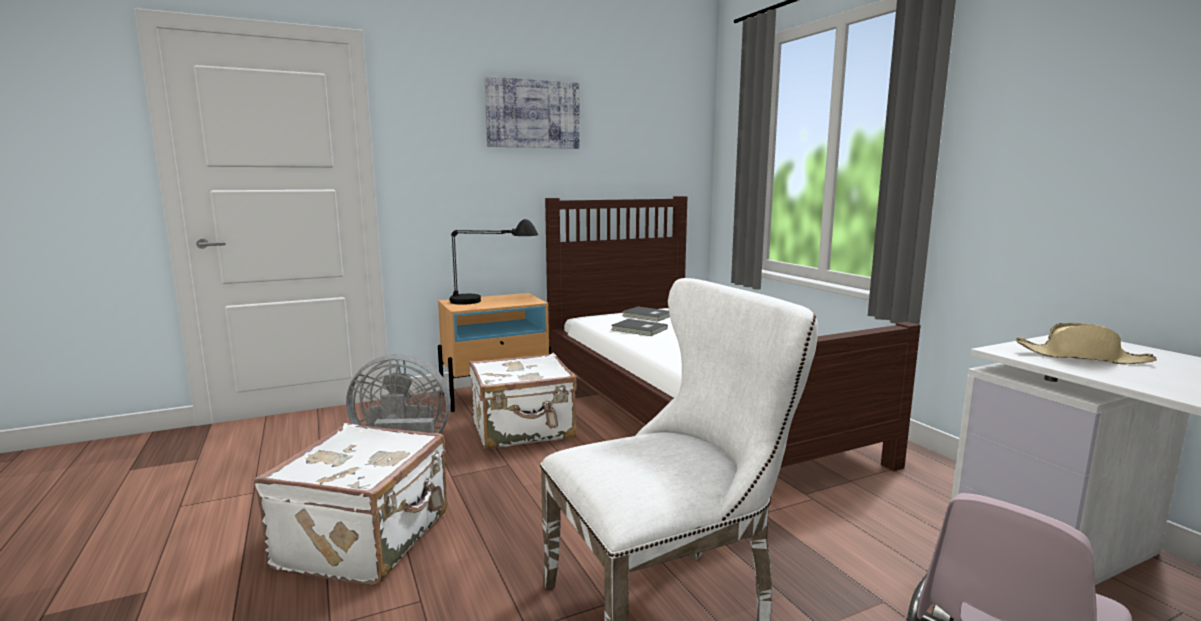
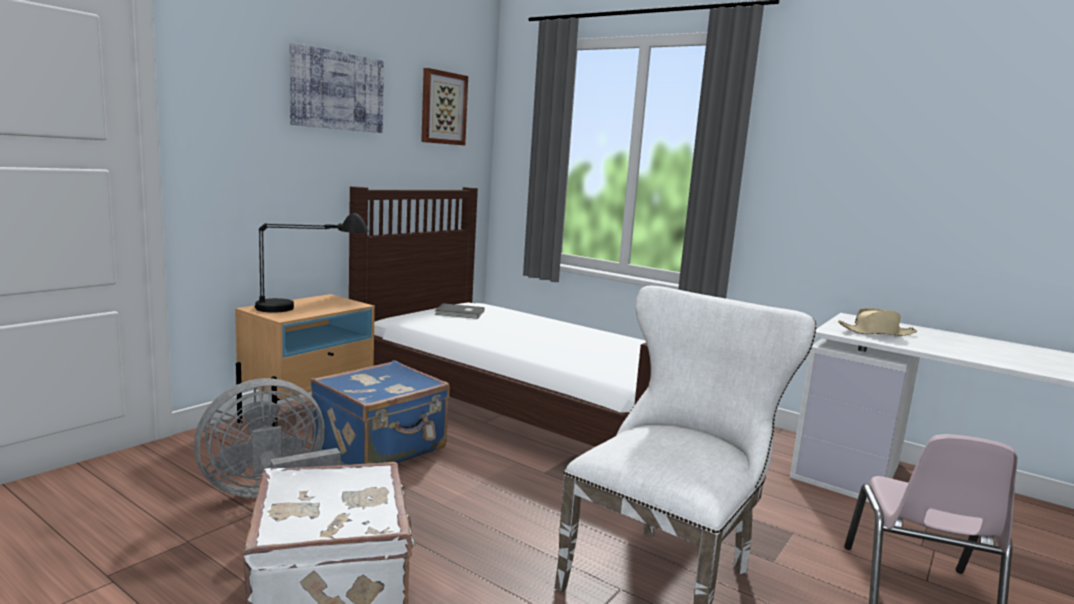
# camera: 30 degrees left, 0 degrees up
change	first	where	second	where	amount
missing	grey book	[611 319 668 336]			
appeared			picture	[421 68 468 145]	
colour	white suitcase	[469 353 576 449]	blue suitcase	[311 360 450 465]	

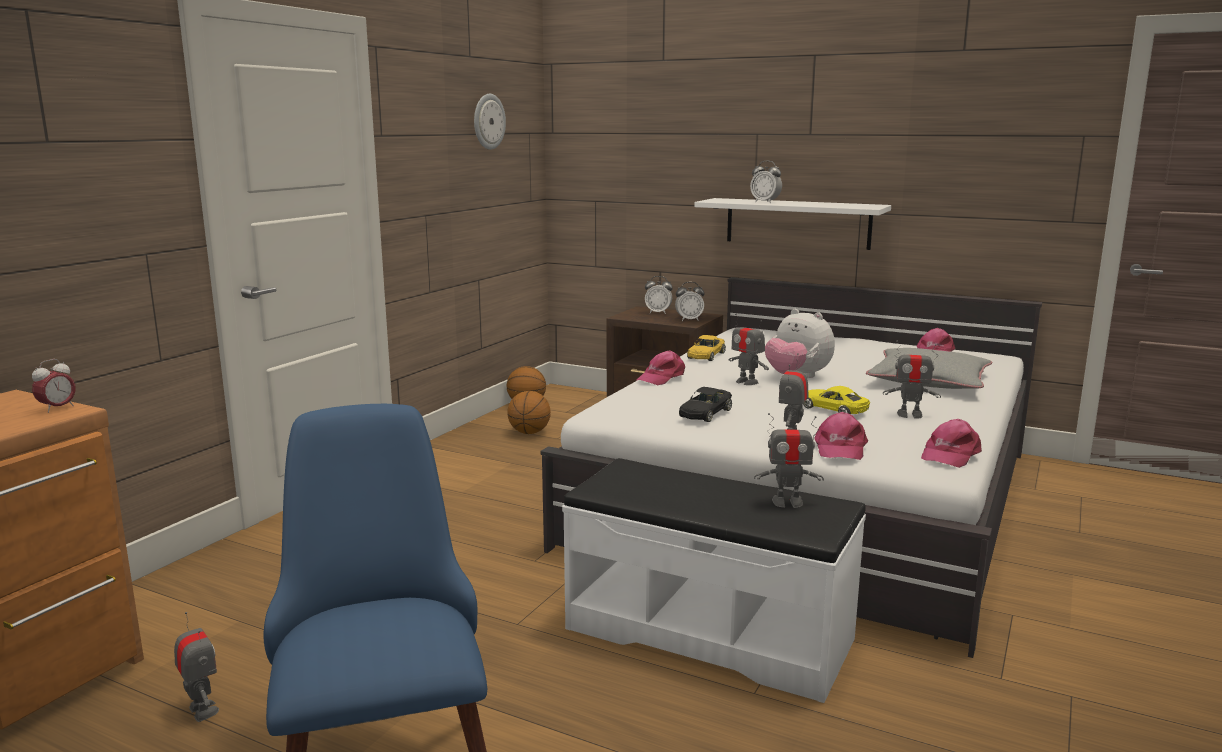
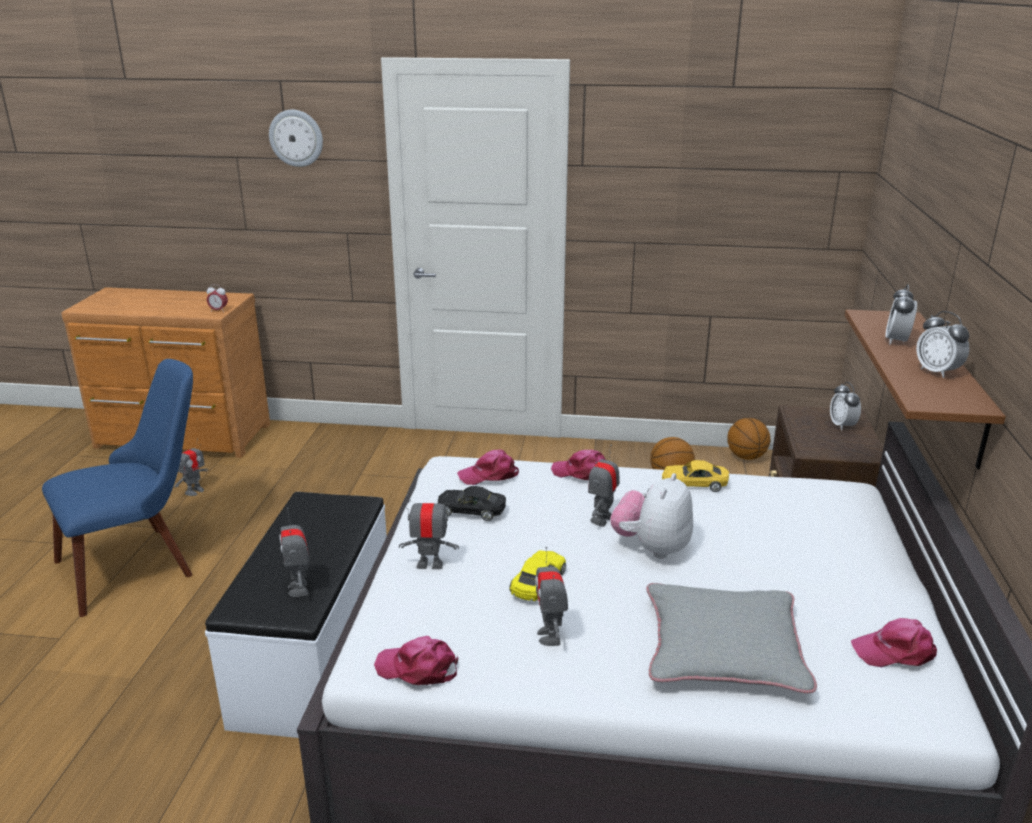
# camera: 70 degrees right, 10 degrees up
change	first	where	second	where	amount
relocated	wall clock	[474 94 506 150]		[269 110 323 167]	
relocated	alarm clock	[675 282 704 321]		[916 311 970 378]	
relocated	pink cap	[814 412 868 460]		[457 450 519 485]	
colour	white shelf	[694 198 891 250]	brown shelf	[845 309 1006 469]	

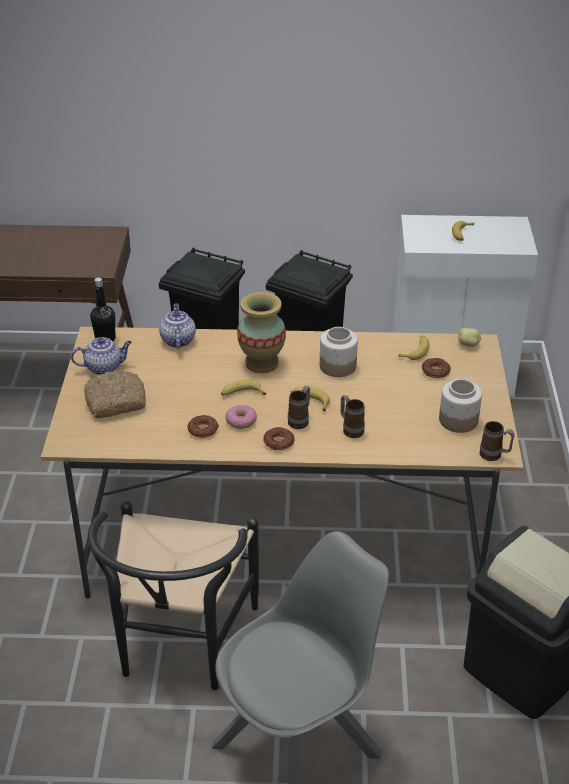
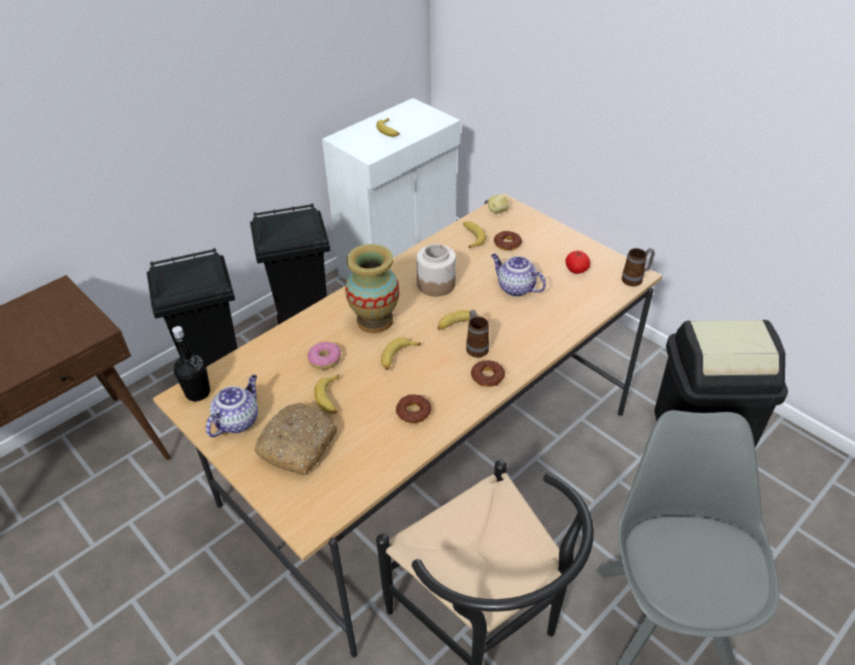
# camera: 45 degrees left, 5 degrees up
change	first	where	second	where	amount
missing	mug	[341 395 365 438]			
appeared			banana	[314 374 339 414]	
relocated	teapot	[159 303 196 348]		[491 254 546 297]	
relocated	donut	[225 405 257 429]		[307 342 341 369]	
exchanged	jar	[439 379 482 433]	tomato	[566 250 590 274]	

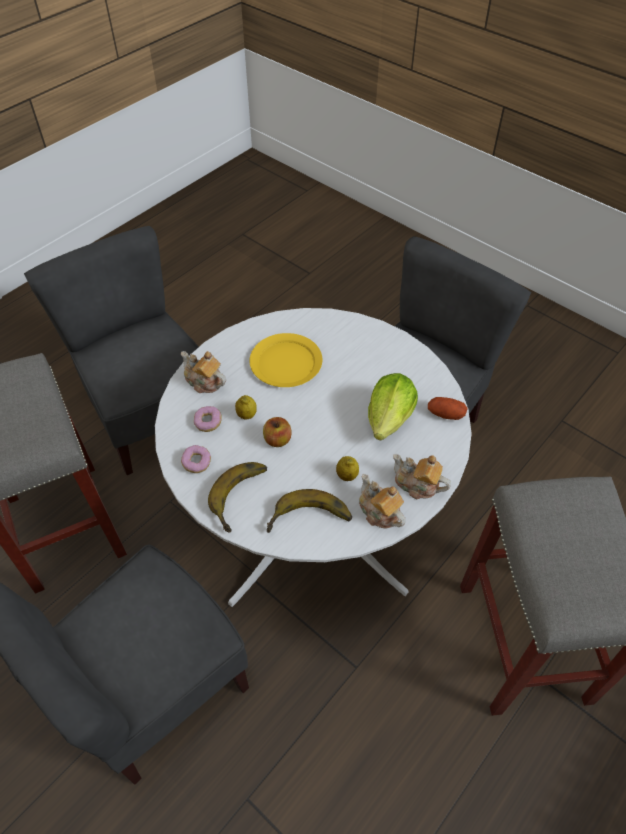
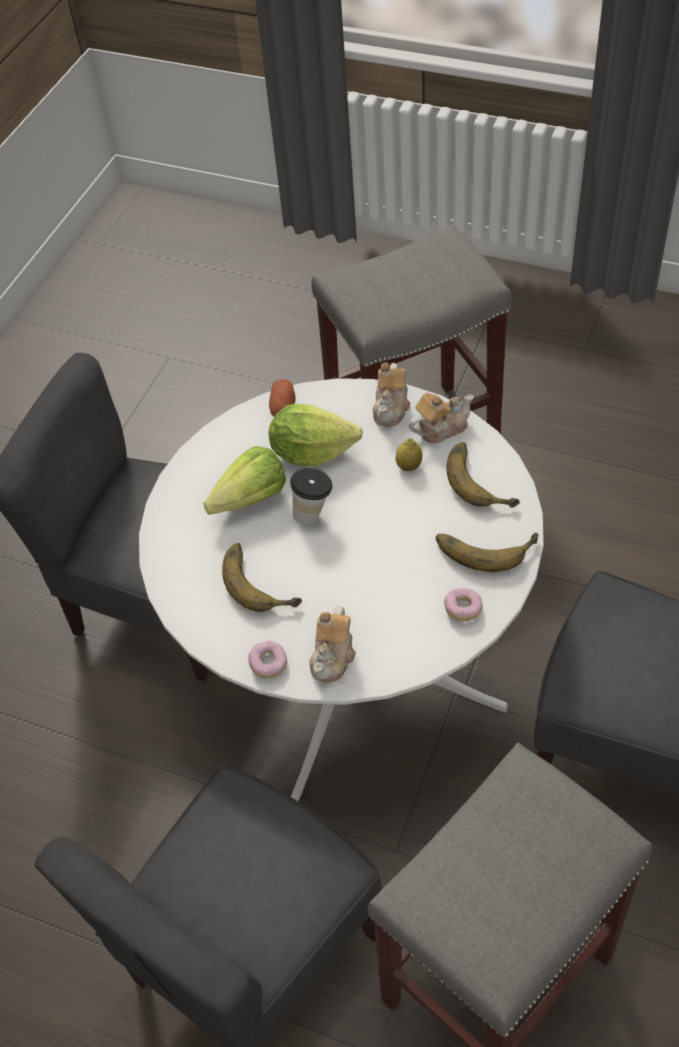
# camera: 105 degrees left, 0 degrees up
change	first	where	second	where	amount
missing	lemon	[235 395 257 420]			
missing	apple	[263 417 292 447]			
appeared			lettuce	[204 446 286 515]	
appeared			cup	[290 468 333 525]	
relocated	donut	[194 406 222 432]		[248 641 287 678]	
exchanged	yellow plate	[249 333 323 387]	banana	[222 543 302 612]	
spun	teapot	[359 474 406 529]		[409 393 474 443]	150 degrees counterclockwise

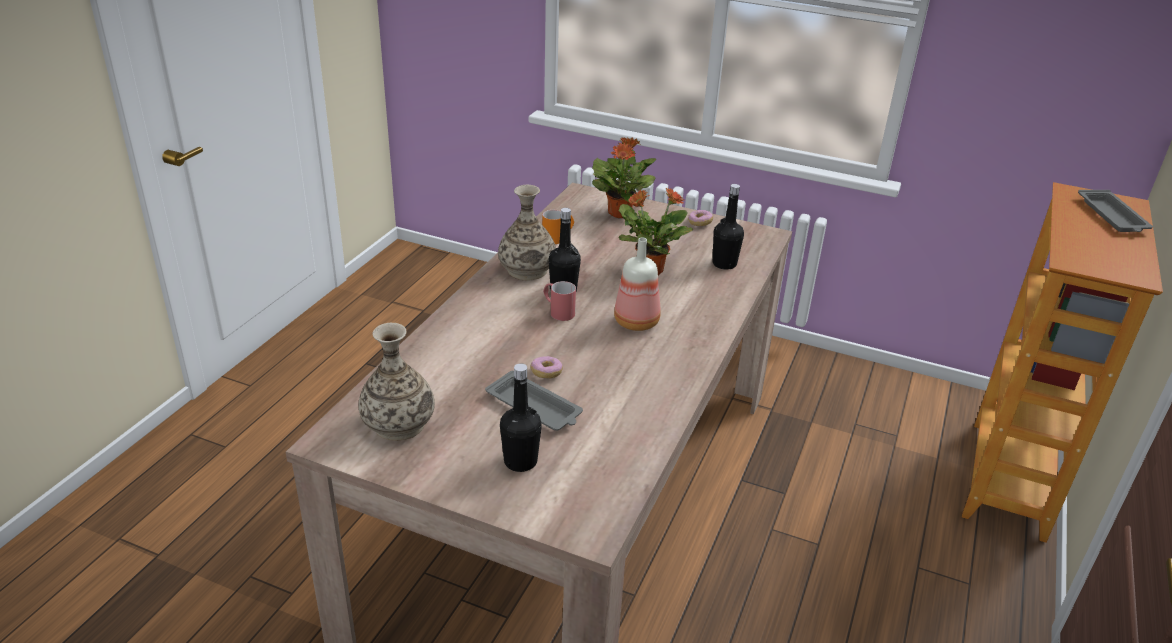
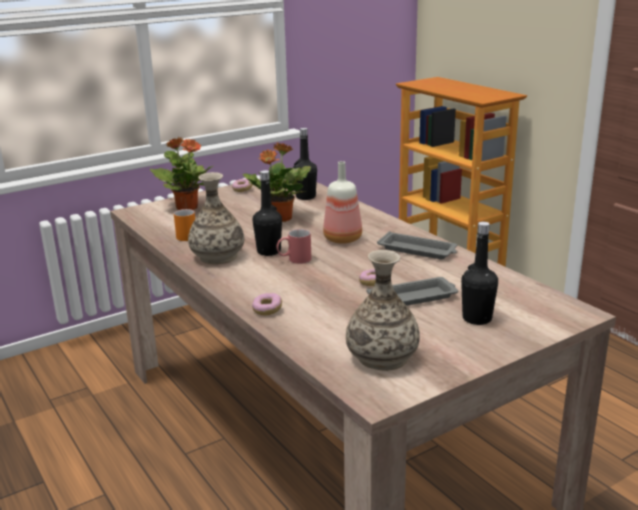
# camera: 55 degrees left, 10 degrees down
change	first	where	second	where	amount
appeared			donut	[252 293 282 316]	
relocated	grey tray	[1078 190 1153 232]		[377 231 457 259]	

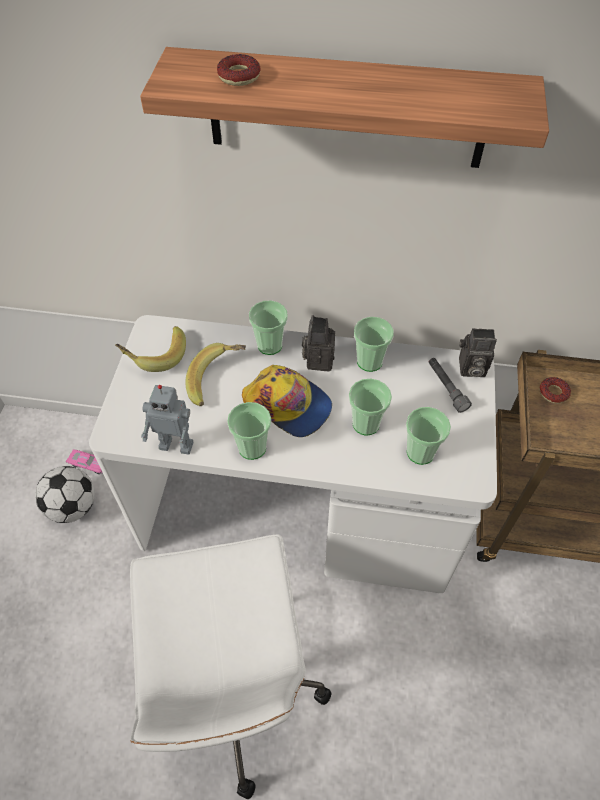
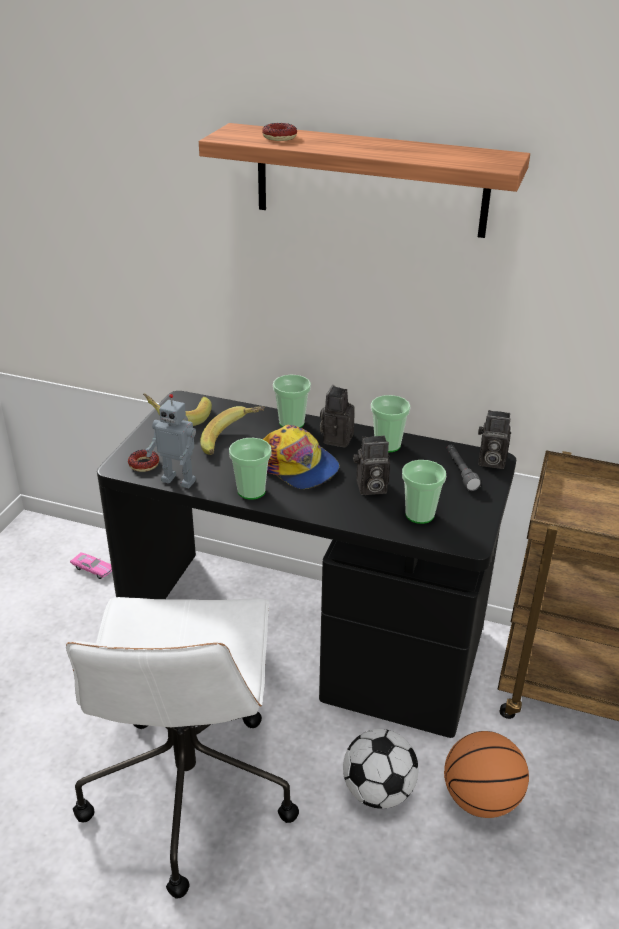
# camera: 10 degrees right, 20 degrees down
change	first	where	second	where	amount
appeared			basketball	[444 731 529 818]	
relocated	football	[35 466 95 523]		[343 729 418 809]	
relocated	donut	[539 377 571 404]		[128 450 159 472]	
exchanged	cup	[349 378 392 436]	photo camera	[353 436 390 495]	
colour	white desk	[89 315 497 593]	black desk	[97 391 516 738]	

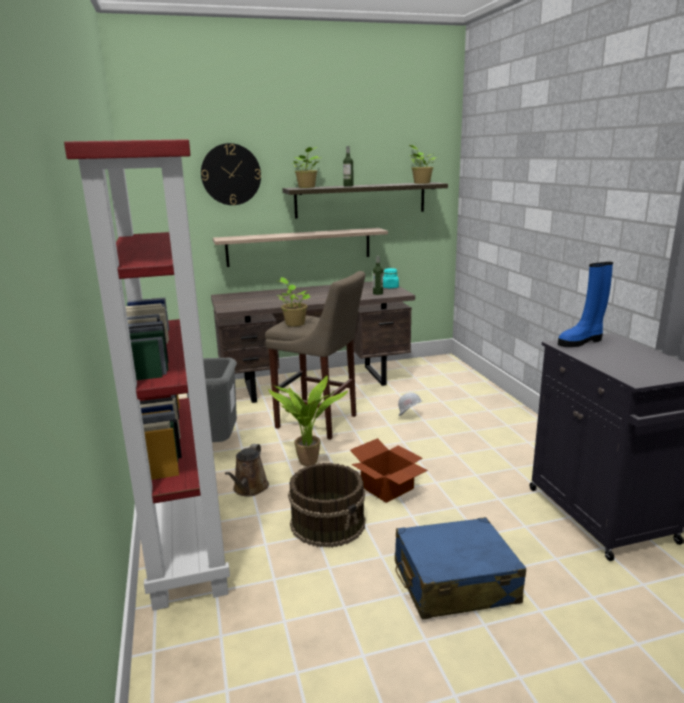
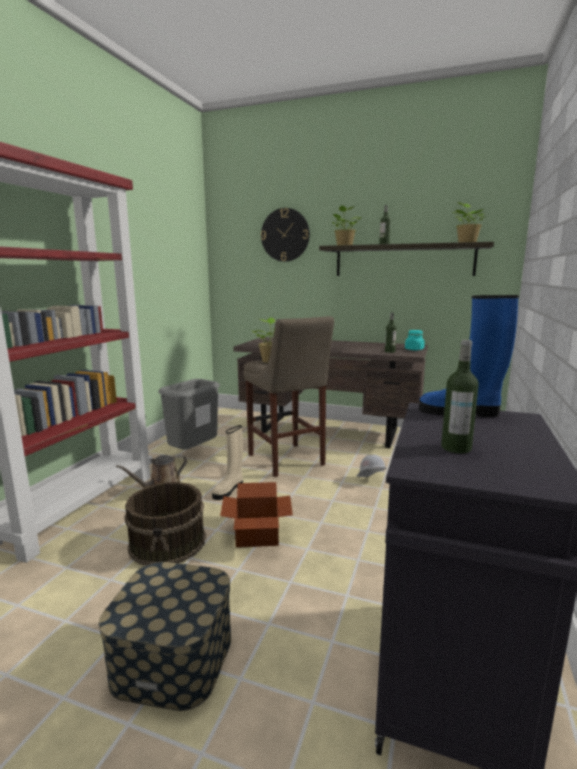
# camera: 35 degrees right, 5 degrees down
change	first	where	second	where	amount
missing	shelf	[213 228 388 267]			
appeared			bottle	[441 340 479 453]	
exchanged	potted plant	[268 376 348 466]	beige boot	[212 425 243 500]	
exchanged	blue suitcase	[395 517 526 620]	storage box	[99 562 231 711]	

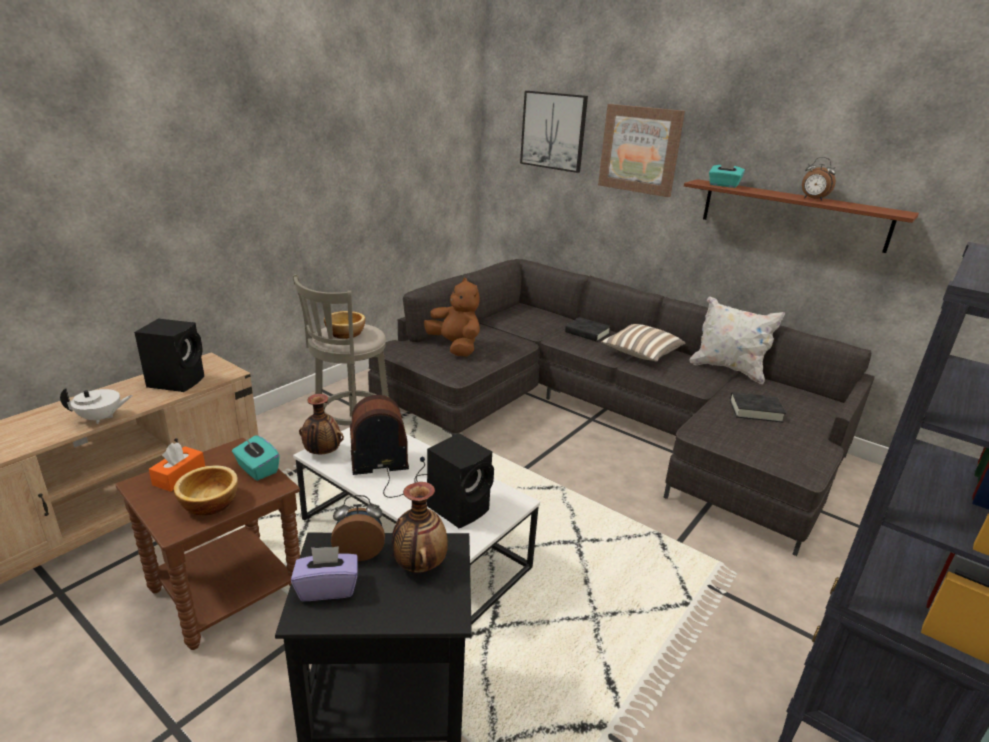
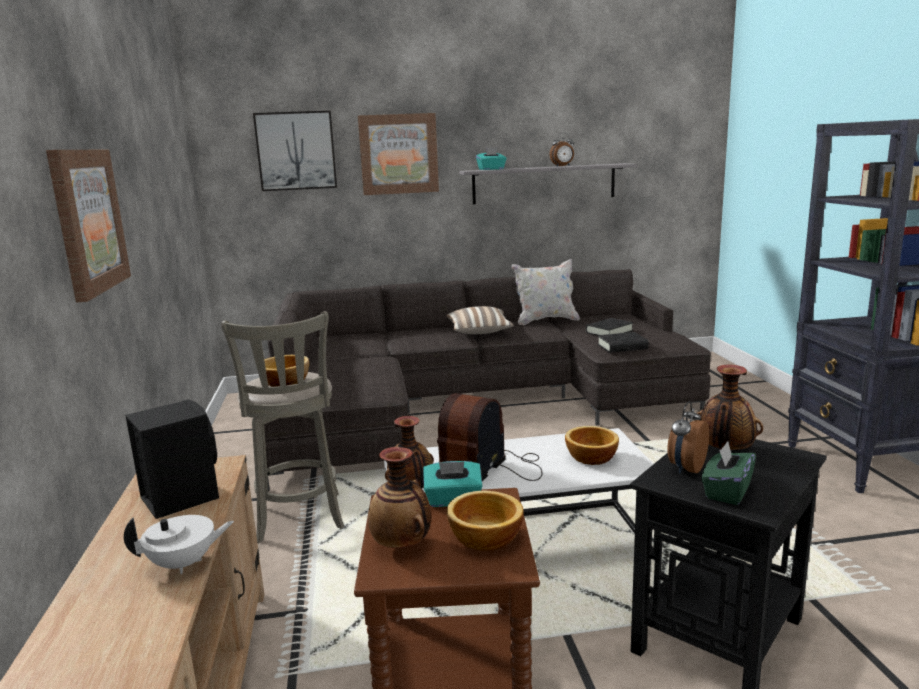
# camera: 45 degrees left, 10 degrees down
change	first	where	second	where	amount
missing	brown plush toy	[424 278 480 357]			
appeared			picture	[46 150 131 303]	
relocated	black book	[565 317 611 342]		[598 332 649 353]	
exchanged	orange tissue box	[149 443 205 492]	vase	[368 447 431 548]	
exchanged	black speaker	[427 433 494 528]	bowl	[565 426 619 465]	
colour	purple tissue box	[291 546 358 601]	green tissue box	[701 441 756 505]	
colour	brown shelf	[684 179 919 253]	grey shelf	[459 163 637 204]	
spun	white teapot	[60 388 132 424]		[124 515 234 574]	45 degrees clockwise

